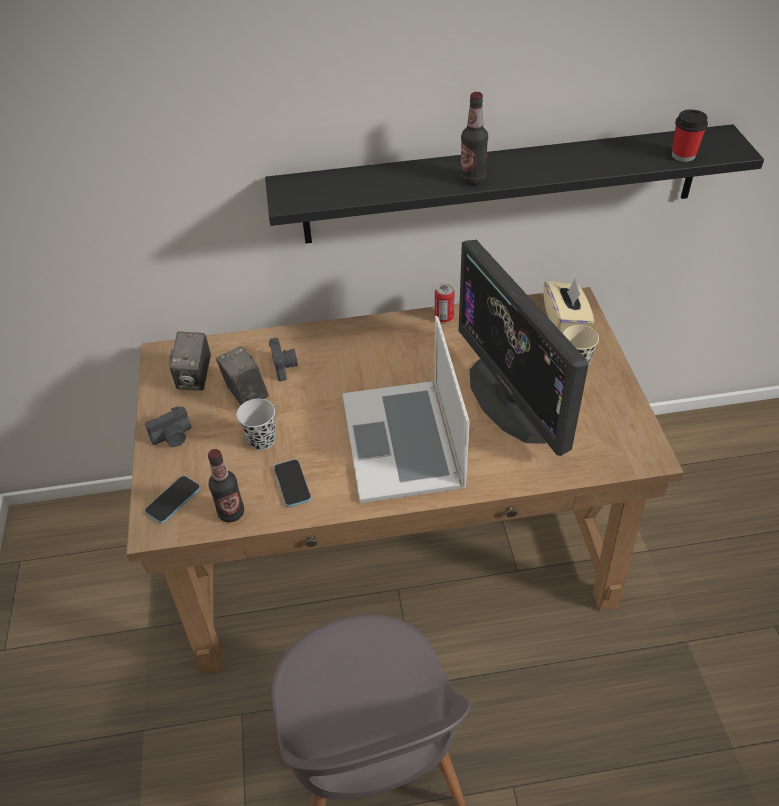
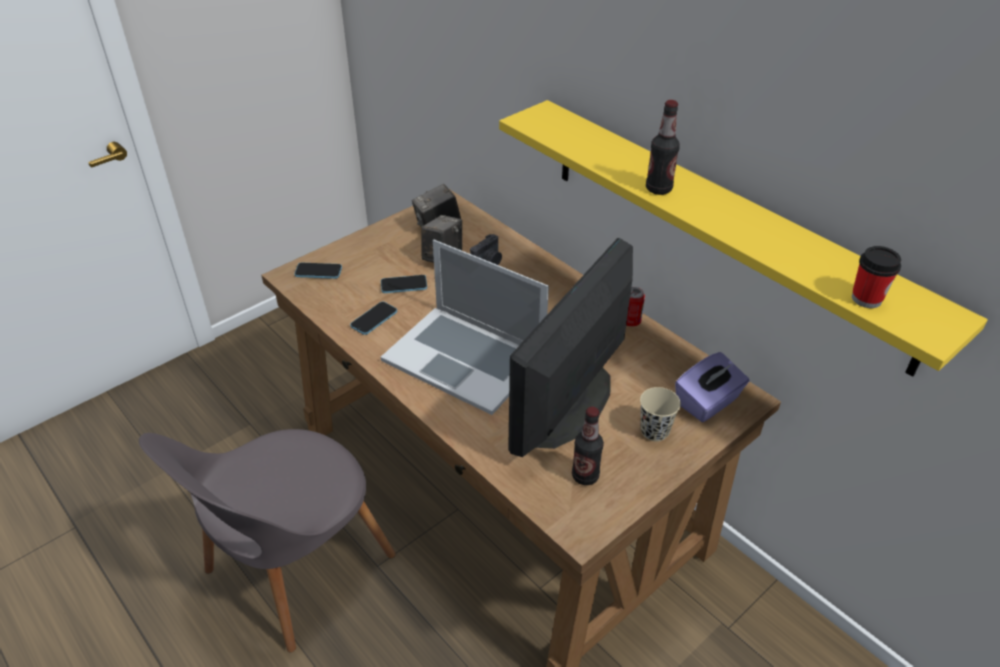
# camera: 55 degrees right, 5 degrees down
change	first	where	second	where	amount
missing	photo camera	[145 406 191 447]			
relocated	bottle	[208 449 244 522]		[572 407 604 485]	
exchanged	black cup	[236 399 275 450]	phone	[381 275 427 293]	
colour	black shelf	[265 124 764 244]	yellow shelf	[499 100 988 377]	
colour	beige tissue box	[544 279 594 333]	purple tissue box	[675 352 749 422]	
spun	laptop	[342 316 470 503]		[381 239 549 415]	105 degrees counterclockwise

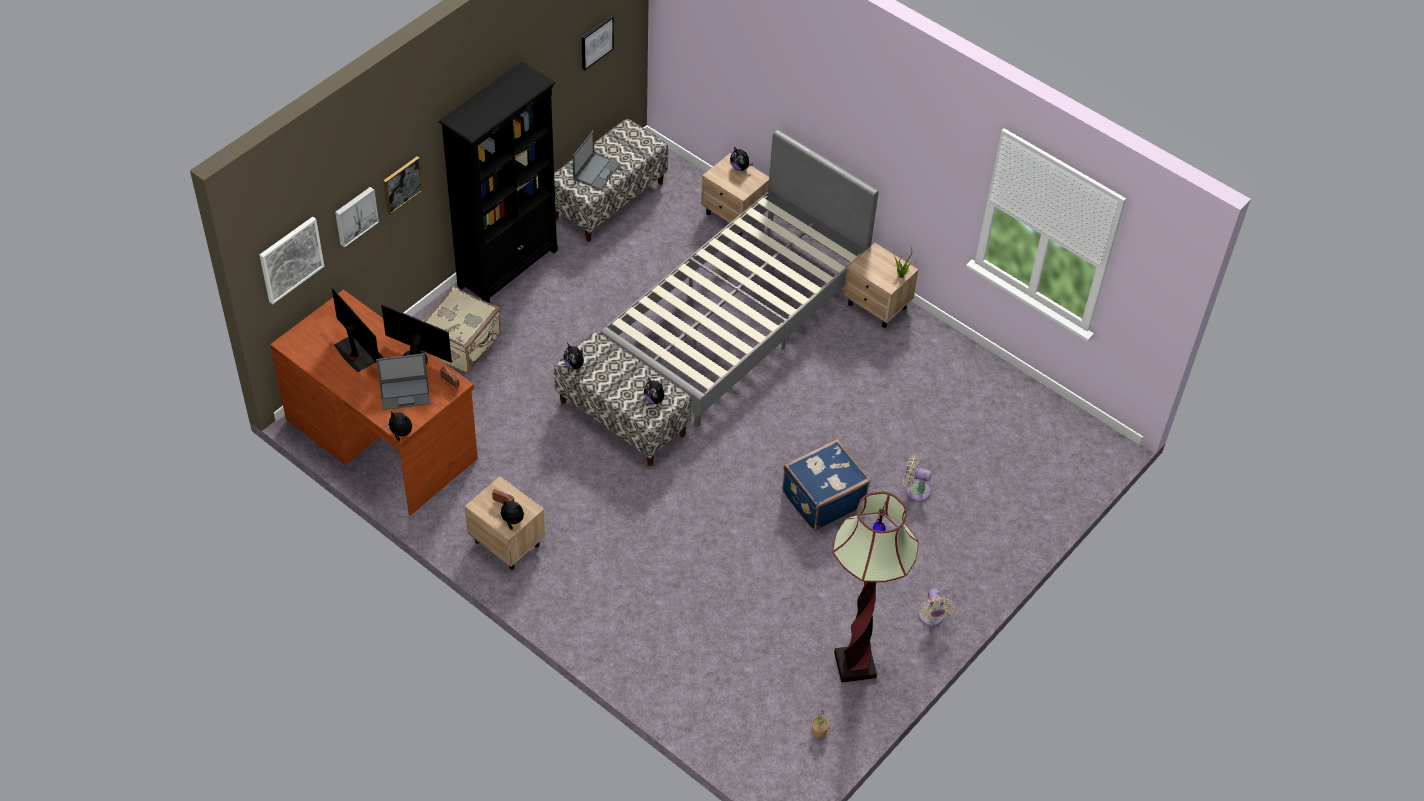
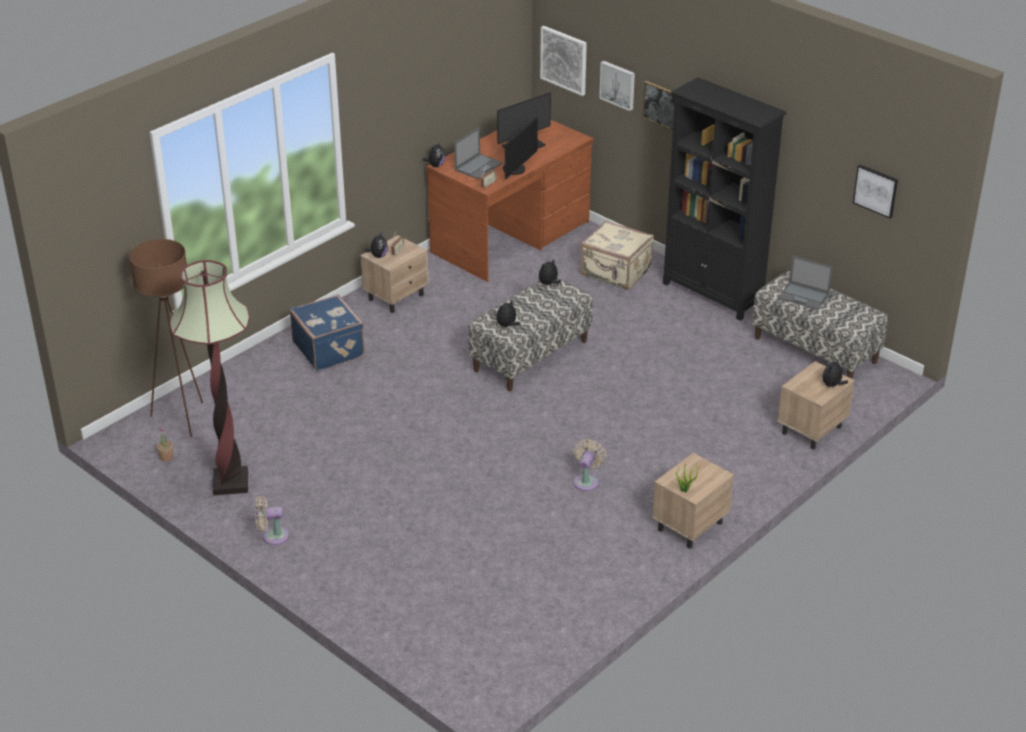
# camera: 95 degrees right, 15 degrees down
change	first	where	second	where	amount
missing	grey bed	[600 130 879 427]			
appeared			brown floor lamp	[129 239 203 437]	
relocated	blue suitcase	[782 439 871 531]		[290 294 365 371]	
relocated	beige fan	[903 455 932 502]		[573 439 607 491]	
spun	laptop	[376 353 431 410]		[454 128 503 179]	135 degrees counterclockwise

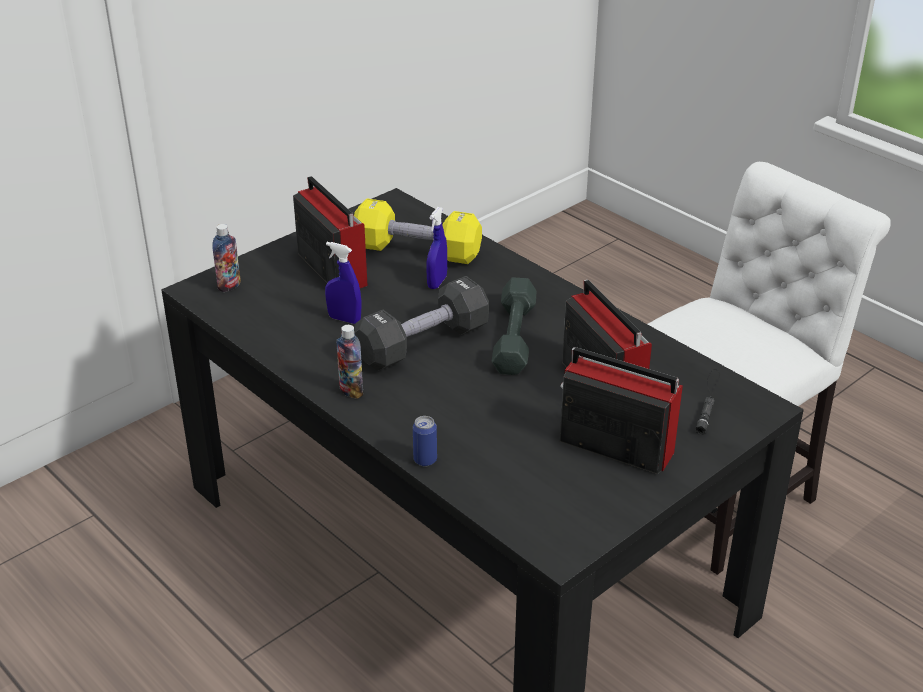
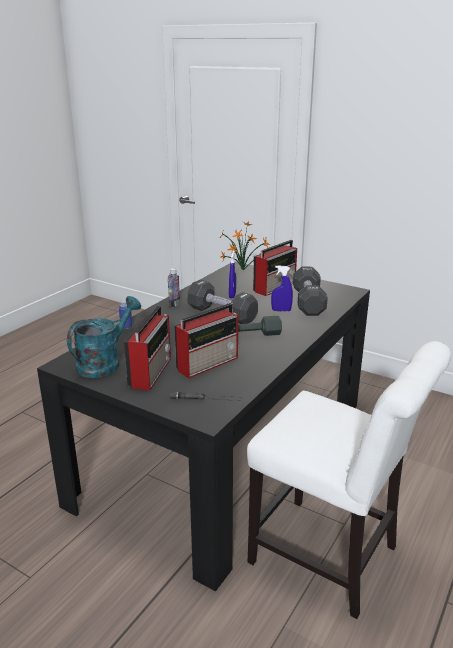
# camera: 75 degrees right, 10 degrees down
change	first	where	second	where	amount
appeared			turquoise watering can	[67 296 141 378]	
exchanged	bottle	[212 224 241 292]	potted plant	[219 221 271 271]	
colour	yellow dumbbell	[354 198 482 264]	black dumbbell	[293 267 328 316]	

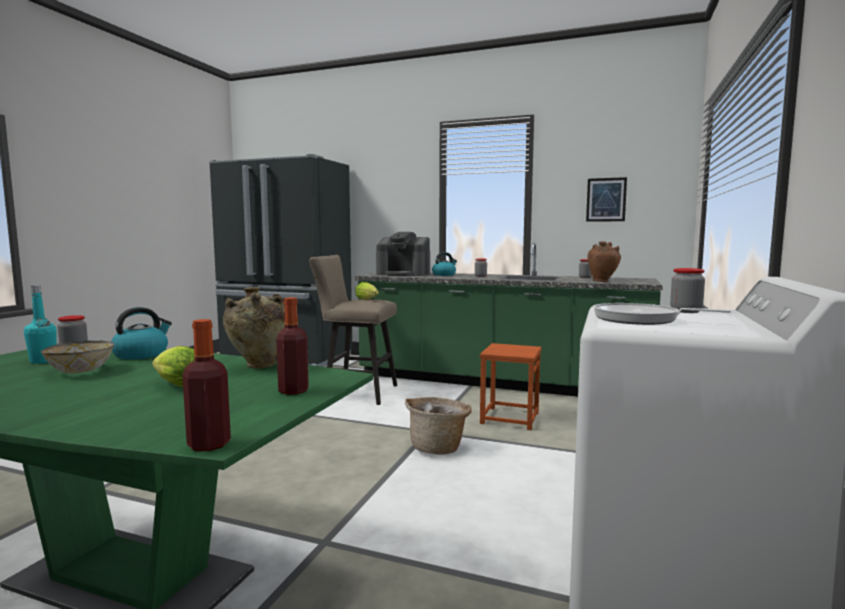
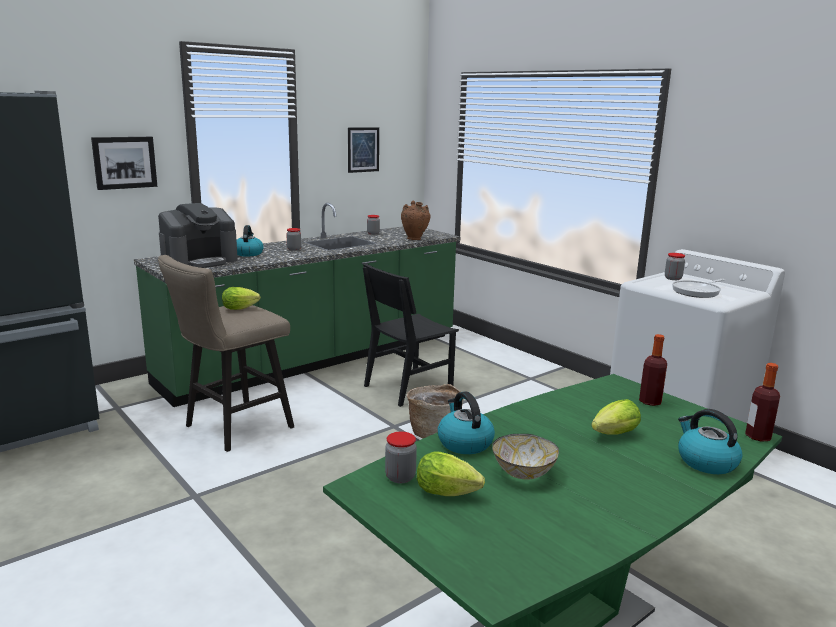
# camera: 60 degrees left, 10 degrees up
change	first	where	second	where	amount
missing	beige vase	[223 287 285 368]			
appeared			picture	[91 137 157 190]	
appeared			kettle	[678 409 743 474]	
exchanged	turquoise bottle	[24 285 57 364]	lettuce	[417 451 485 496]	
exchanged	brown stool	[480 343 542 430]	black chair	[363 263 459 407]	

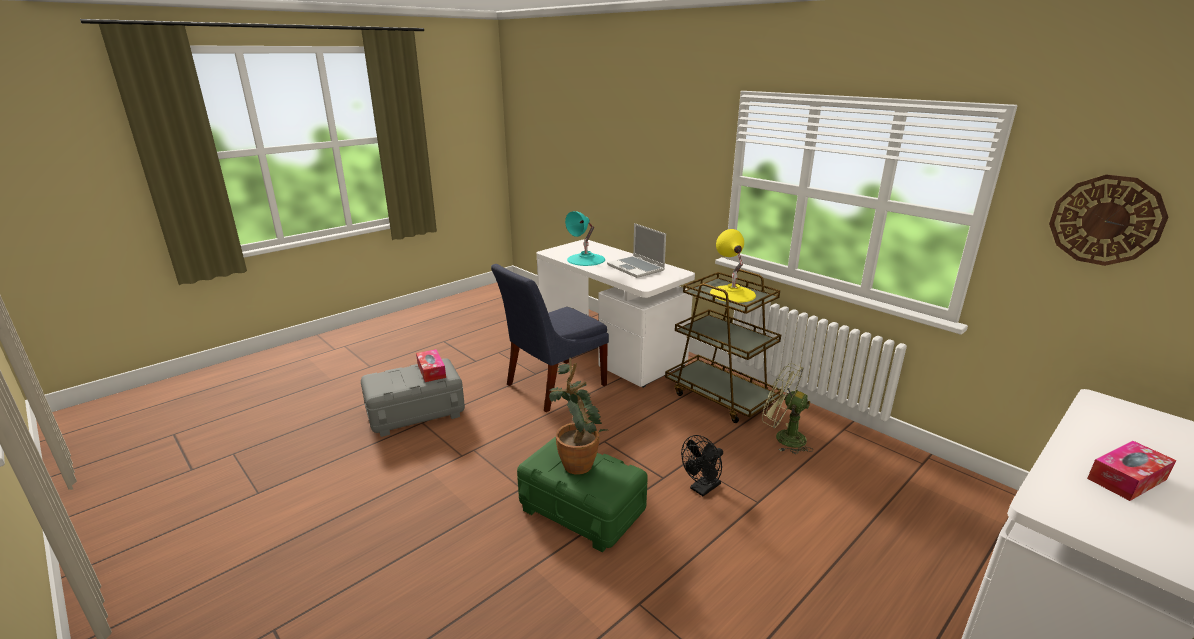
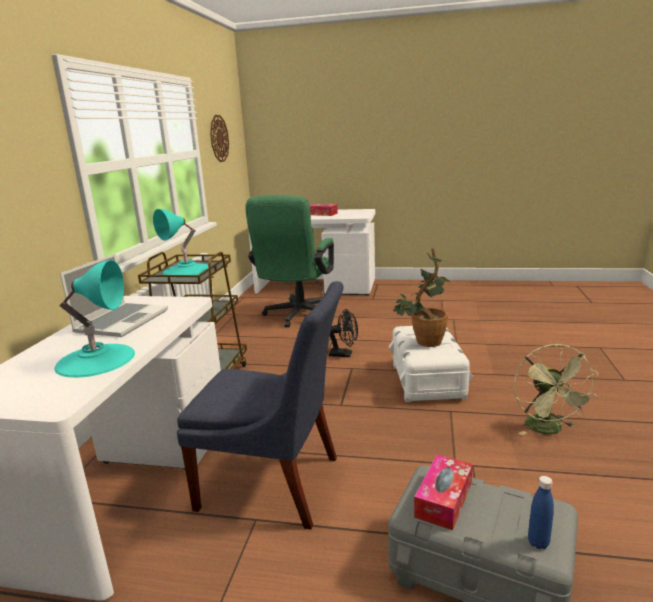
# camera: 125 degrees left, 5 degrees down
change	first	where	second	where	amount
appeared			green office chair	[245 195 334 328]	
appeared			blue bottle	[528 476 554 549]	
relocated	green fan	[762 363 813 454]		[513 344 599 435]	
colour	green storage box	[517 437 648 553]	white storage box	[389 326 473 402]	
colour	yellow table lamp	[710 229 756 303]	turquoise table lamp	[153 209 208 275]	

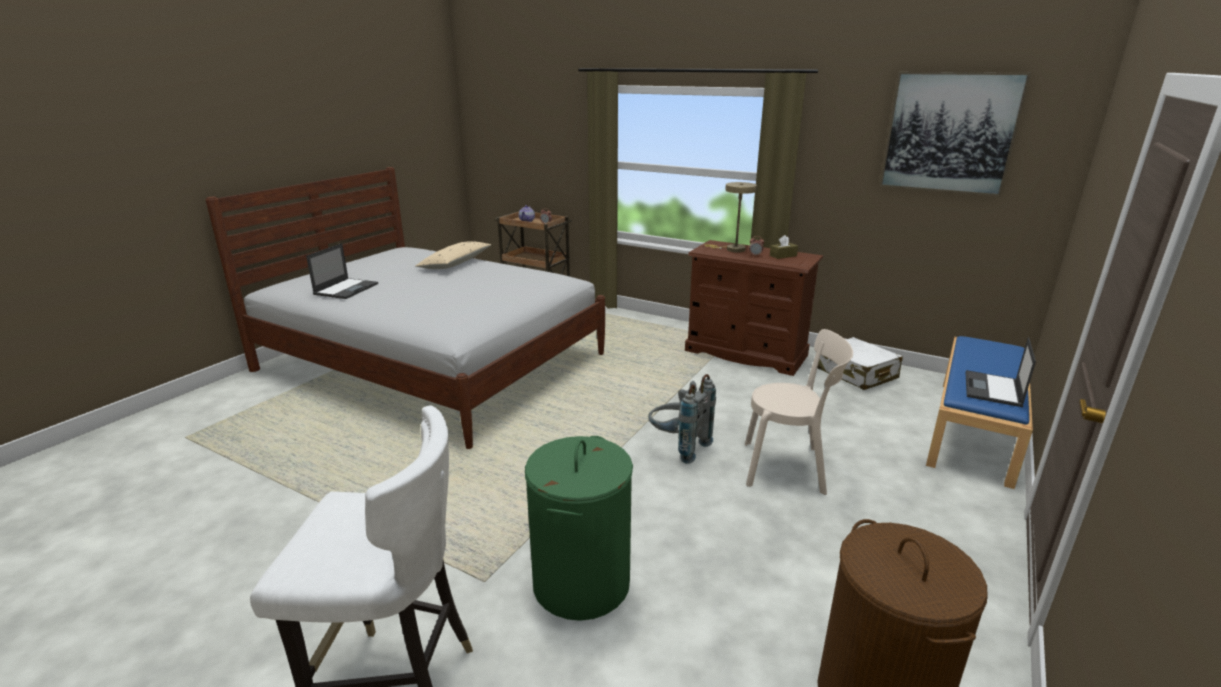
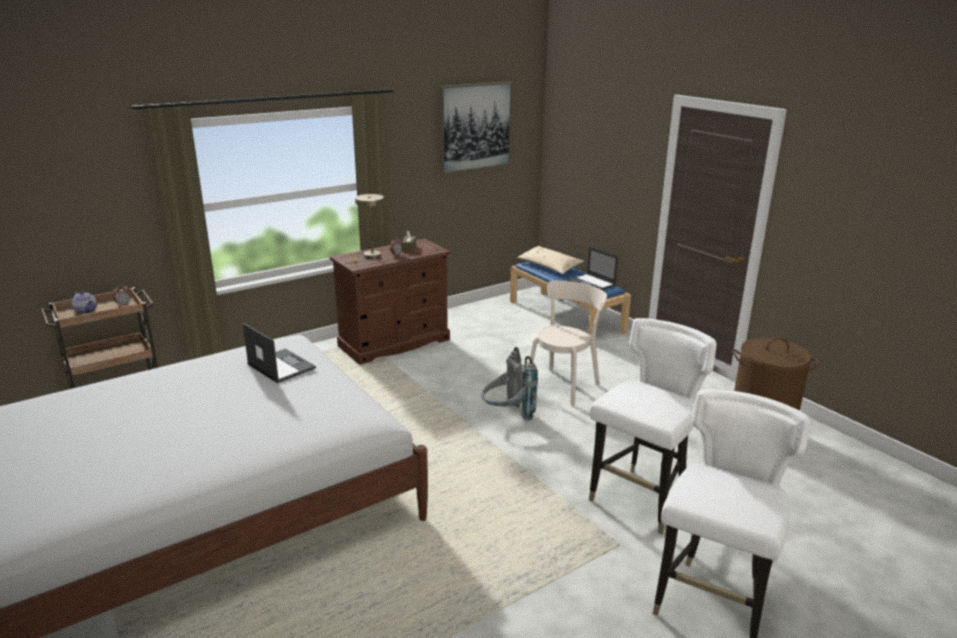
# camera: 65 degrees left, 0 degrees up
change	first	where	second	where	amount
missing	white suitcase	[817 337 903 390]			
relocated	laptop	[306 243 378 299]		[243 323 316 383]	
relocated	beige pillow	[416 241 491 269]		[517 246 584 274]	
exchanged	green laundry basket	[525 436 633 621]	white chair	[589 318 717 534]	

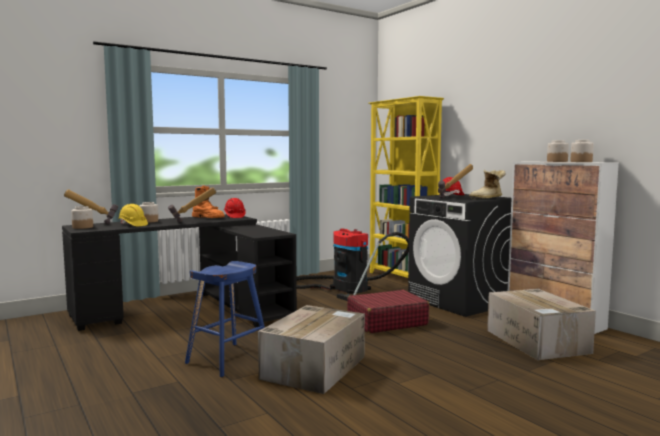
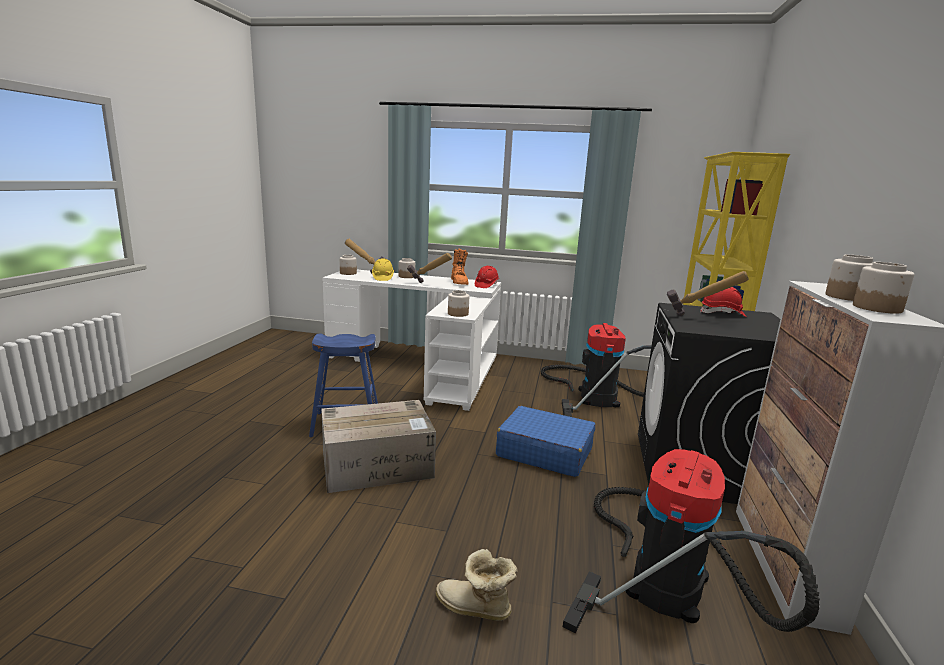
# camera: 45 degrees right, 10 degrees up
change	first	where	second	where	amount
appeared			jar	[448 290 469 317]	
relocated	boot	[469 170 505 199]		[436 549 517 621]	
exchanged	cardboard box	[487 289 596 360]	vacuum cleaner	[563 449 820 633]	
colour	black desk	[62 215 297 331]	white desk	[322 270 501 411]	
colour	red suitcase	[347 290 429 333]	blue suitcase	[496 406 595 477]	

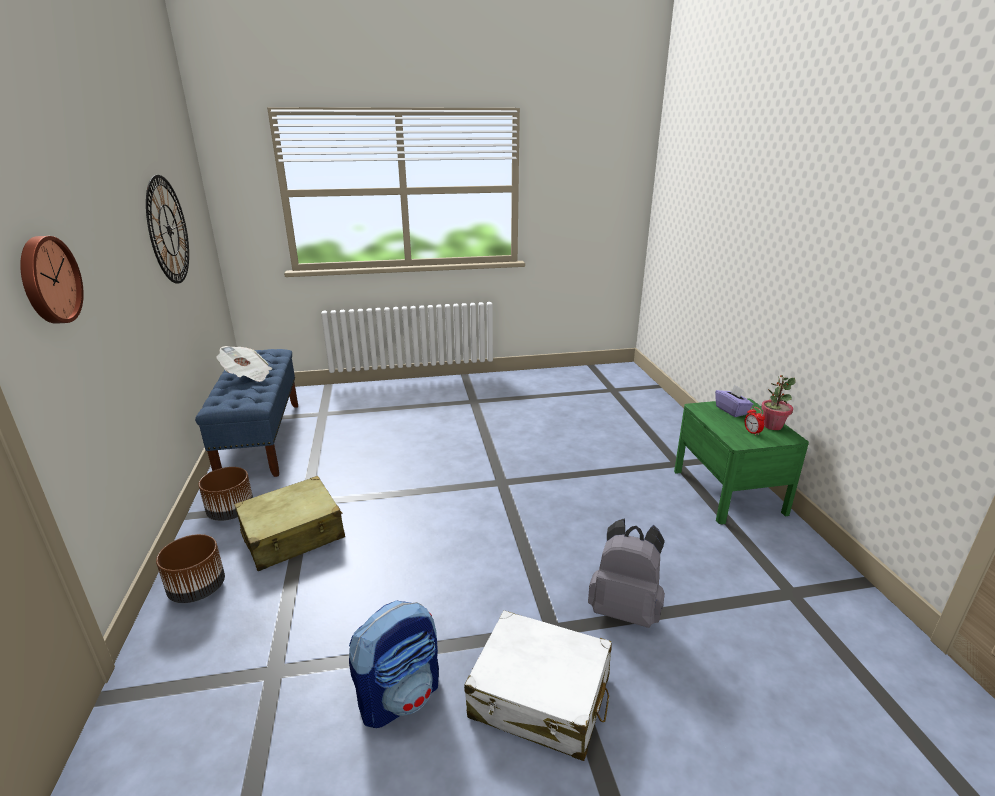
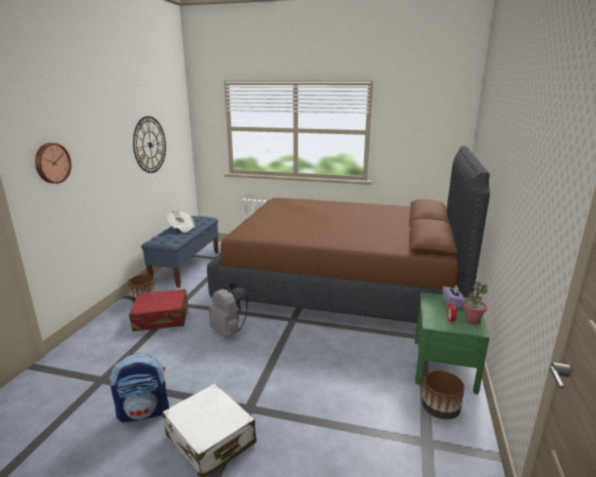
# camera: 25 degrees right, 5 degrees down
change	first	where	second	where	amount
appeared			brown bed	[207 146 490 323]	
relocated	brown planter	[156 534 225 603]		[421 370 465 420]	
relocated	grey backpack	[588 518 665 628]		[209 283 248 338]	
colour	beige suitcase	[234 476 345 571]	red suitcase	[129 289 189 332]	

